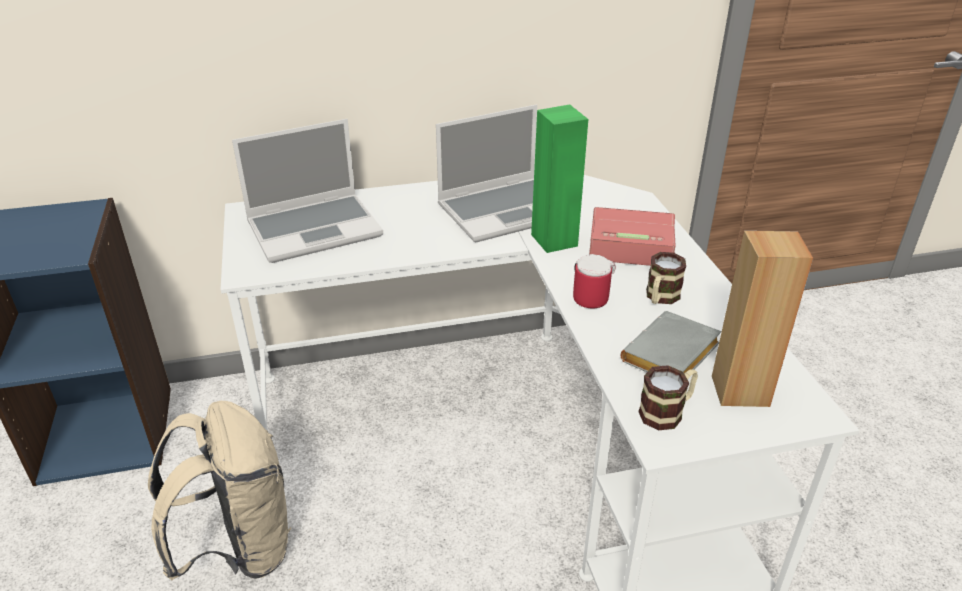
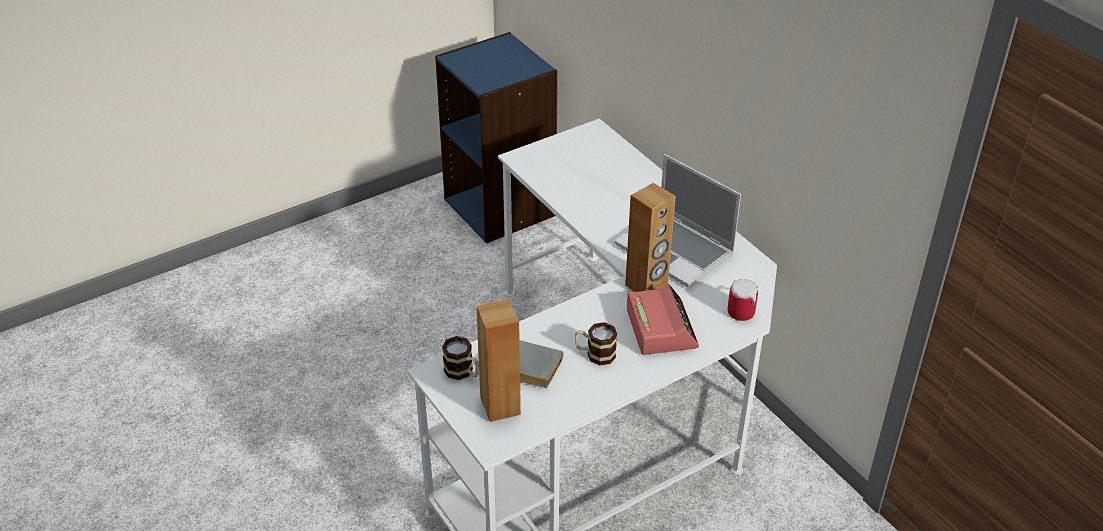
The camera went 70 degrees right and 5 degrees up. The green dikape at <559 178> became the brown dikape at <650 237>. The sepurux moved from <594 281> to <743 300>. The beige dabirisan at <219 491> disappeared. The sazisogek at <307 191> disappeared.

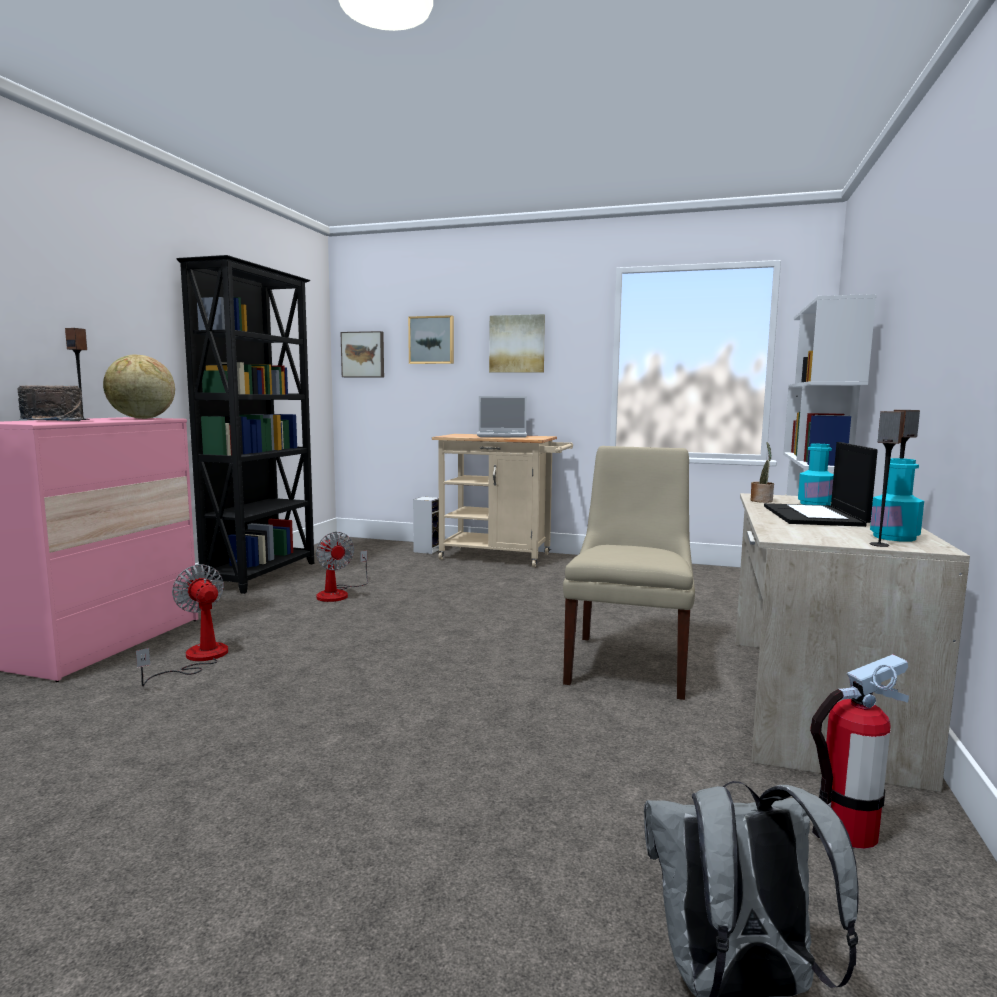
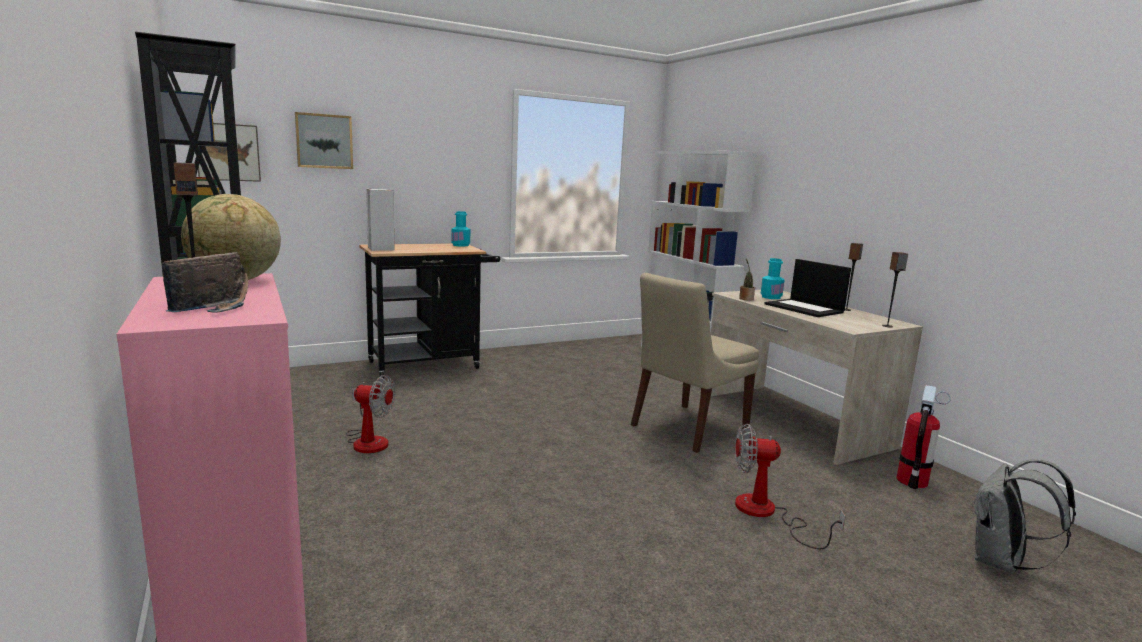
The camera went 45 degrees left and 5 degrees up. The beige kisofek at <502 501> became the black kisofek at <429 311>. The dikape moved from <426 525> to <380 220>. The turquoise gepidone moved from <897 500> to <461 229>. The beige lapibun at <629 573> turned 105 degrees counterclockwise. The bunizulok moved from <182 625> to <790 486>. The sazisogek at <502 417> disappeared. The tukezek at <517 343> disappeared.

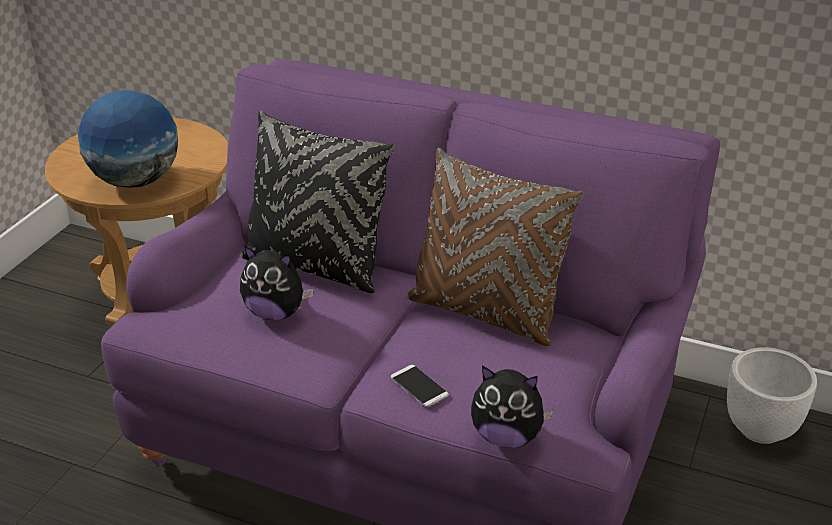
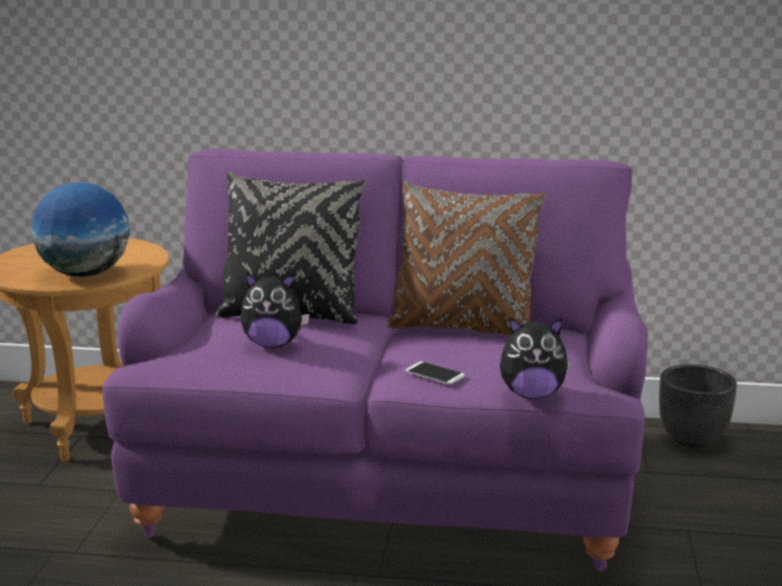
The camera went 15 degrees left and 15 degrees down. The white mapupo at <772 396> became the black mapupo at <698 406>.

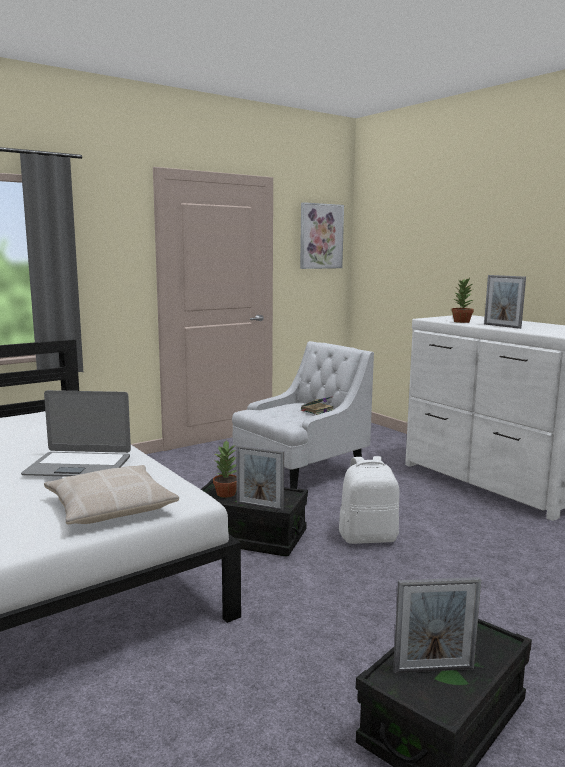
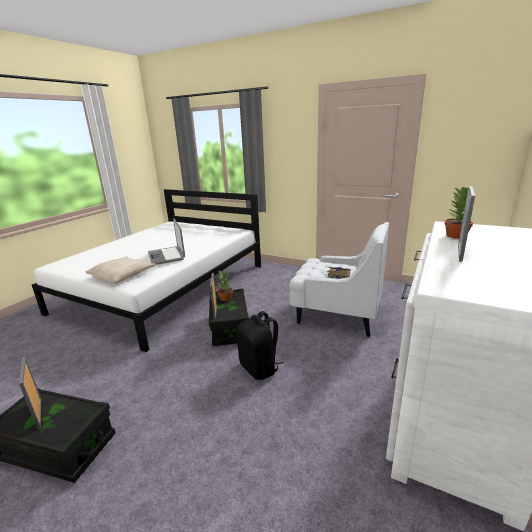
The camera went 65 degrees right and 10 degrees up. The white dabirisan at <369 500> became the black dabirisan at <260 345>. The tukezek at <322 235> disappeared.

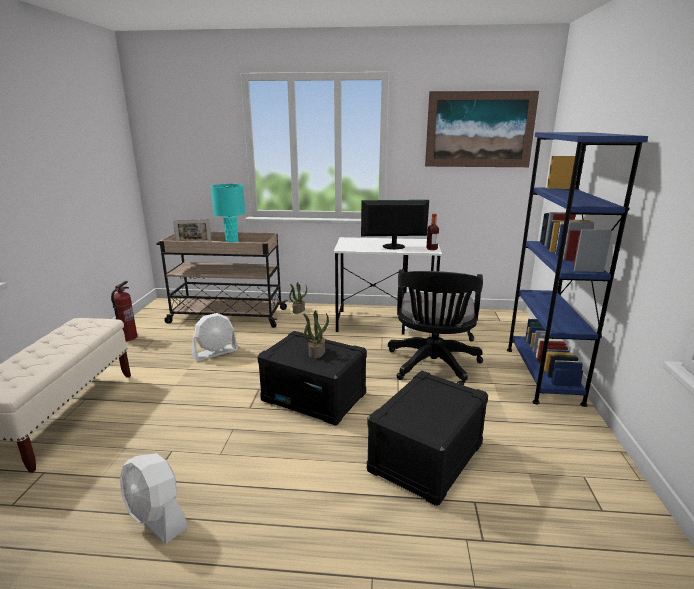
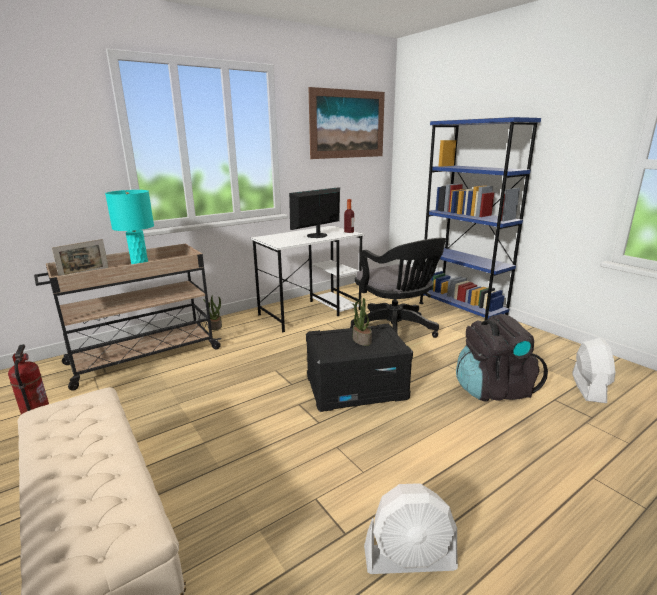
The camera went 40 degrees left and 0 degrees up. The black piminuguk at <427 438> was replaced by the black dabirisan at <502 358>. The white bunizulok moved from <214 337> to <594 370>.

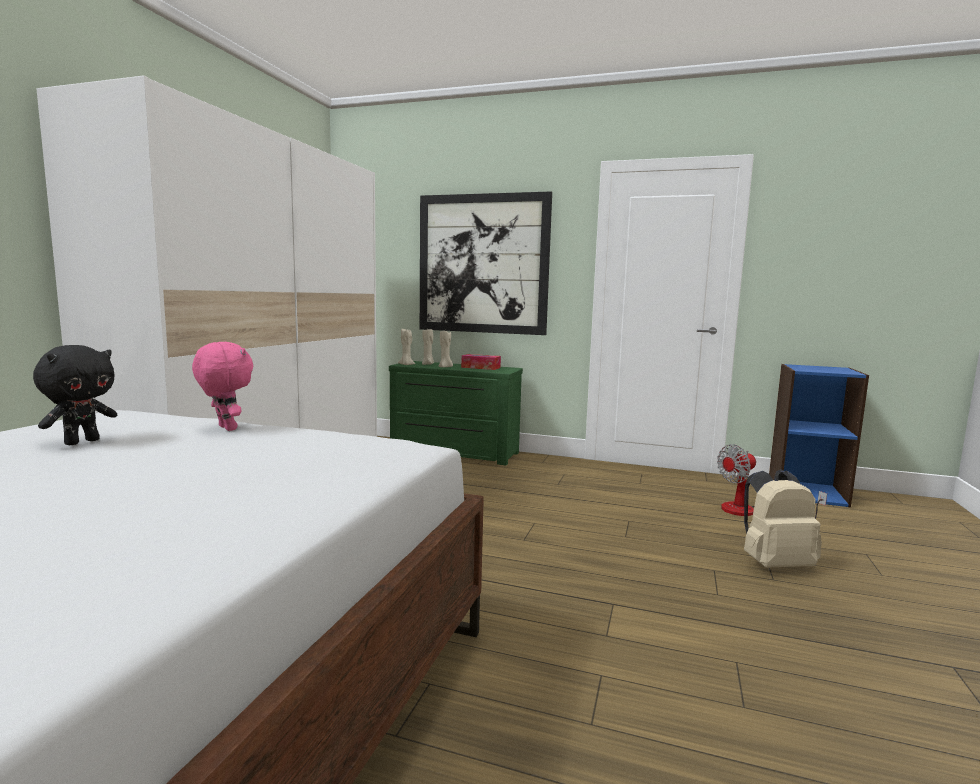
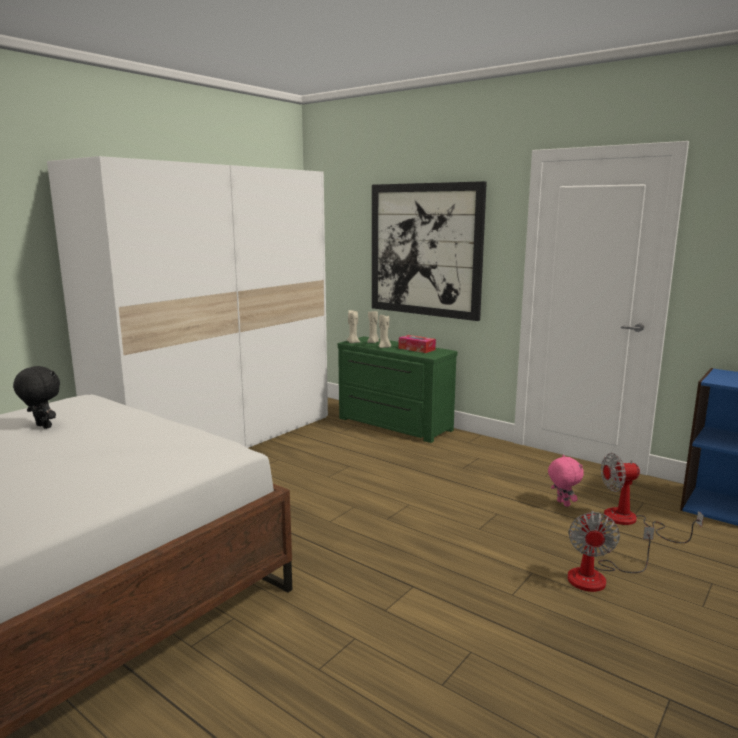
The camera went 20 degrees right and 5 degrees up. The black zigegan at <75 395> turned 105 degrees counterclockwise. The pink zigegan moved from <222 386> to <566 481>. The beige dabirisan at <783 518> was replaced by the bunizulok at <611 551>.

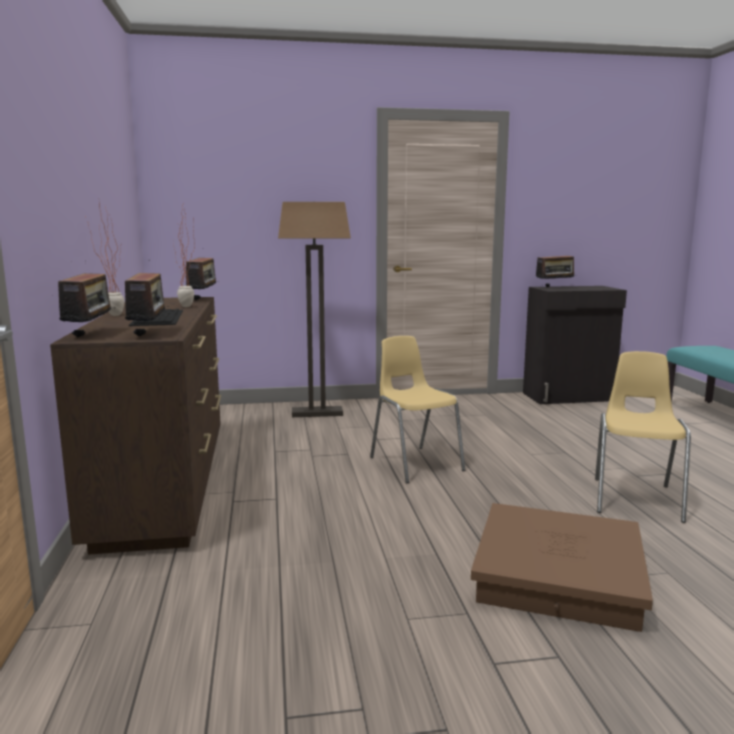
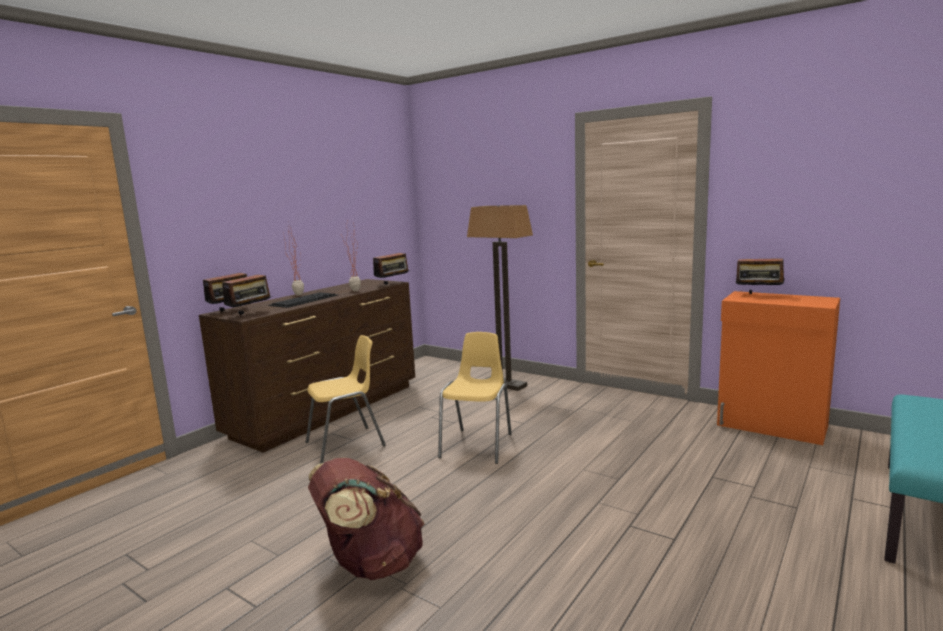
The camera went 45 degrees right and 0 degrees up. The yellow lapibun moved from <643 437> to <346 399>. The brown piminuguk at <562 567> was replaced by the brown dabirisan at <366 519>. The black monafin at <575 345> became the orange monafin at <778 368>.

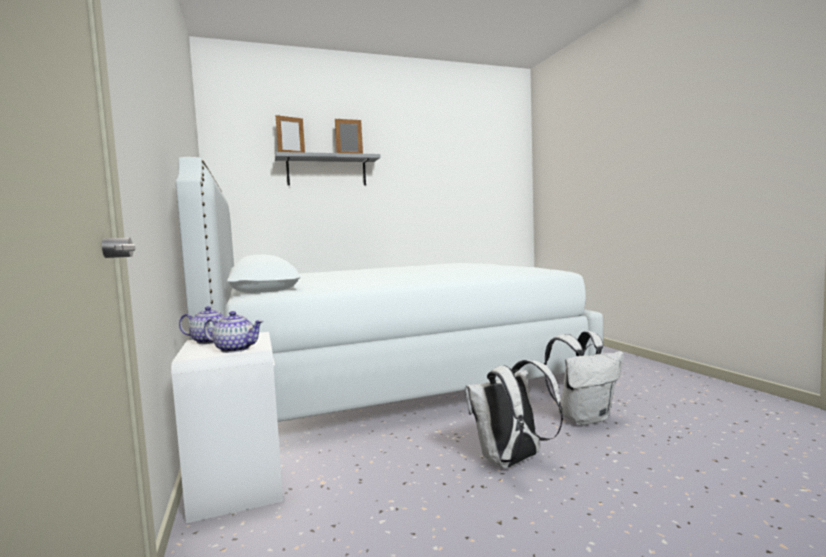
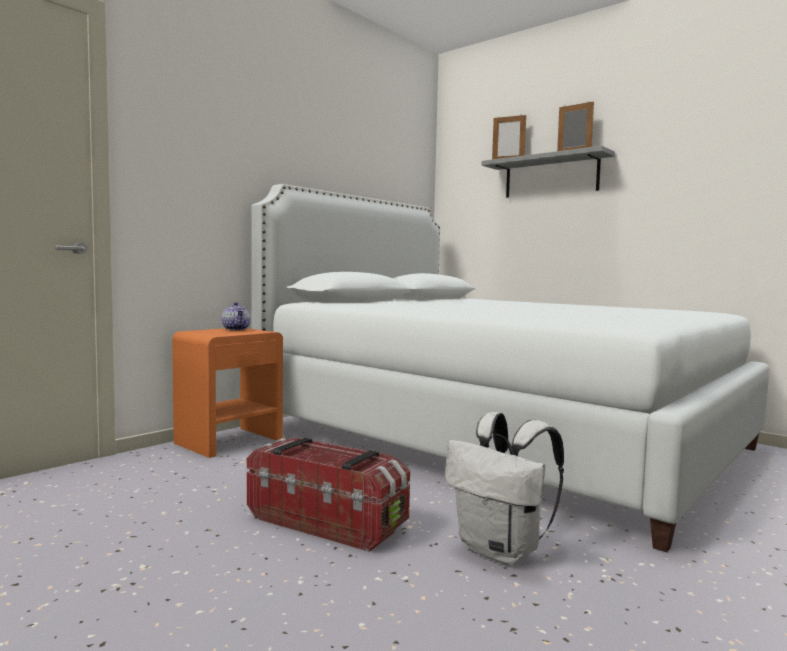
The camera went 60 degrees right and 0 degrees up. The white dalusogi at <227 428> became the orange dalusogi at <227 393>. The white dabirisan at <514 414> was replaced by the piminuguk at <328 495>. The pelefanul at <234 332> disappeared.

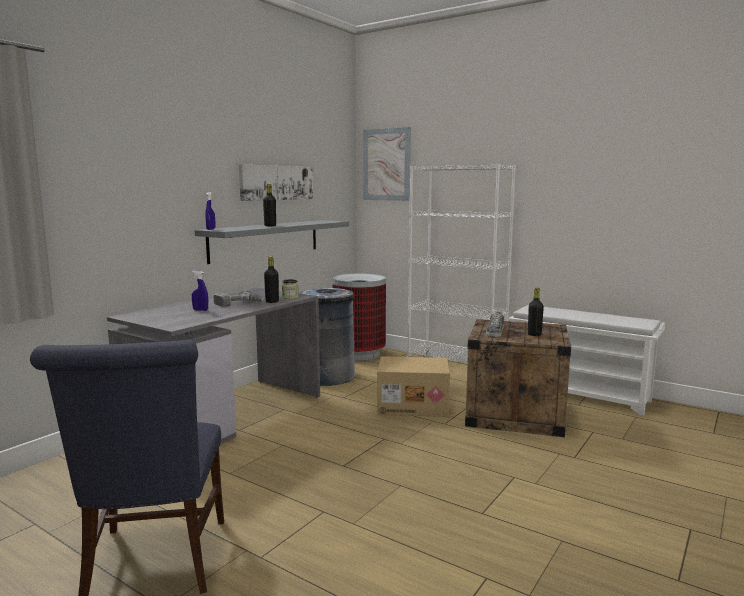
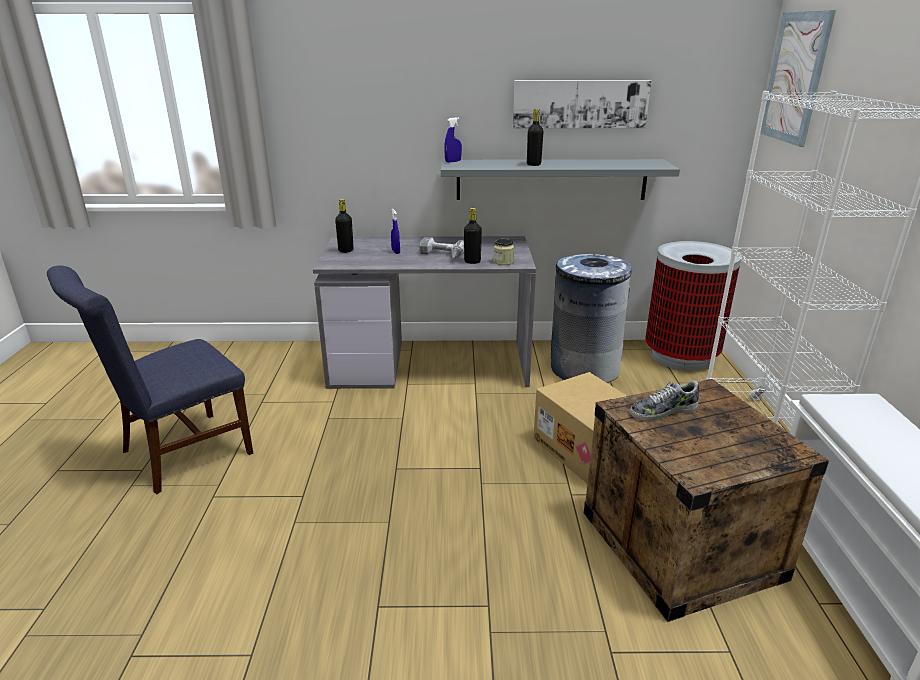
The camera went 55 degrees right and 15 degrees up. The black gepidone moved from <536 312> to <344 226>.

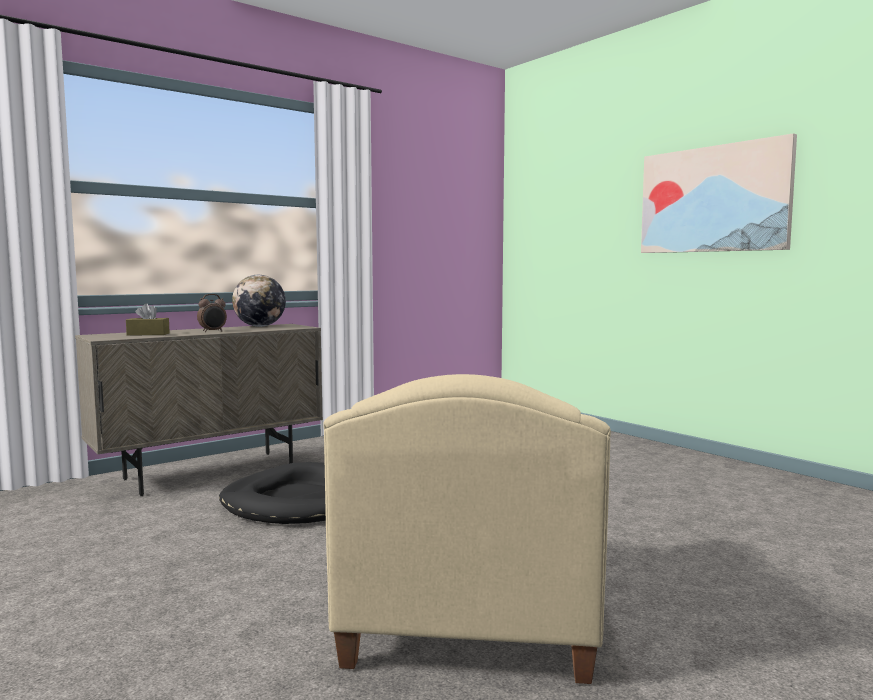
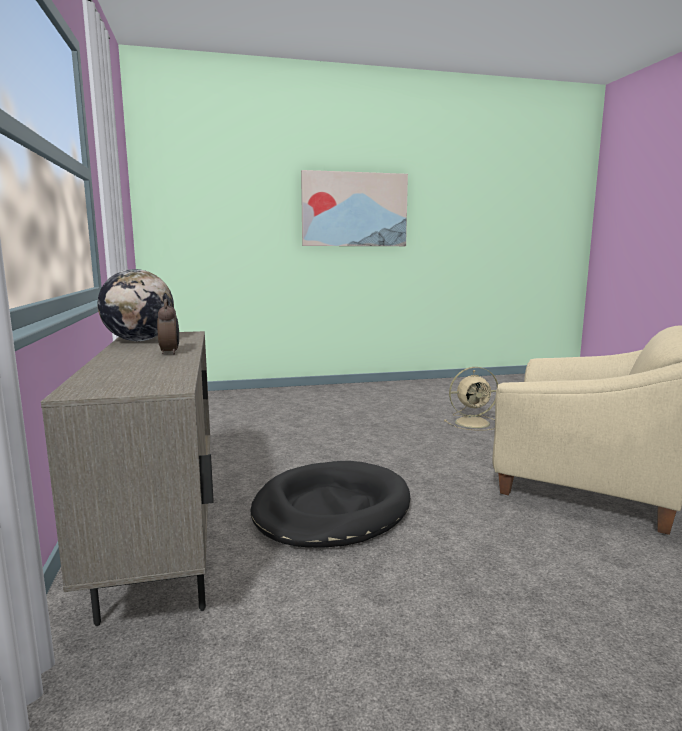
The camera went 65 degrees left and 5 degrees up. The beige bunizulok at <471 399> appeared. The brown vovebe at <148 319> disappeared.

